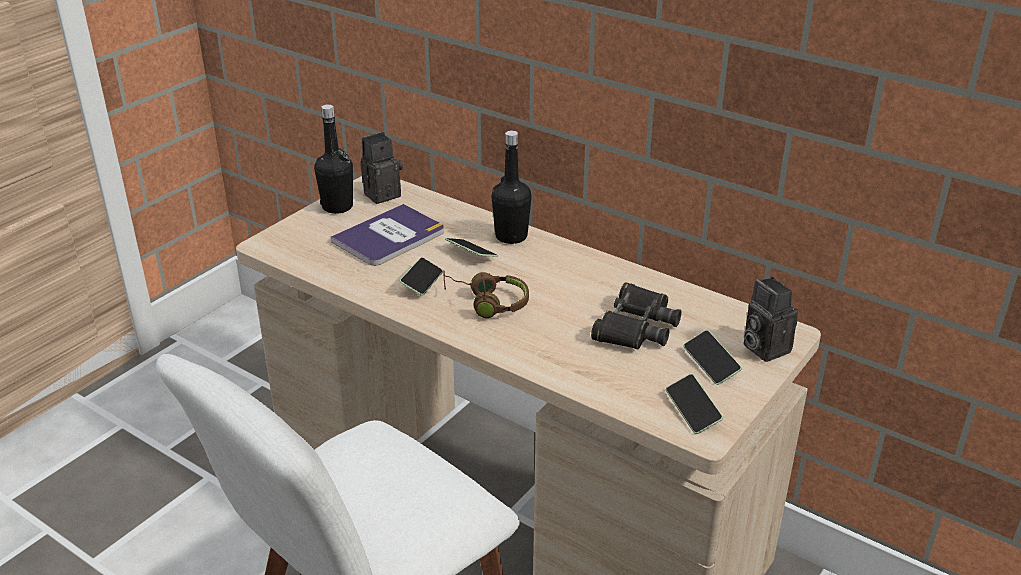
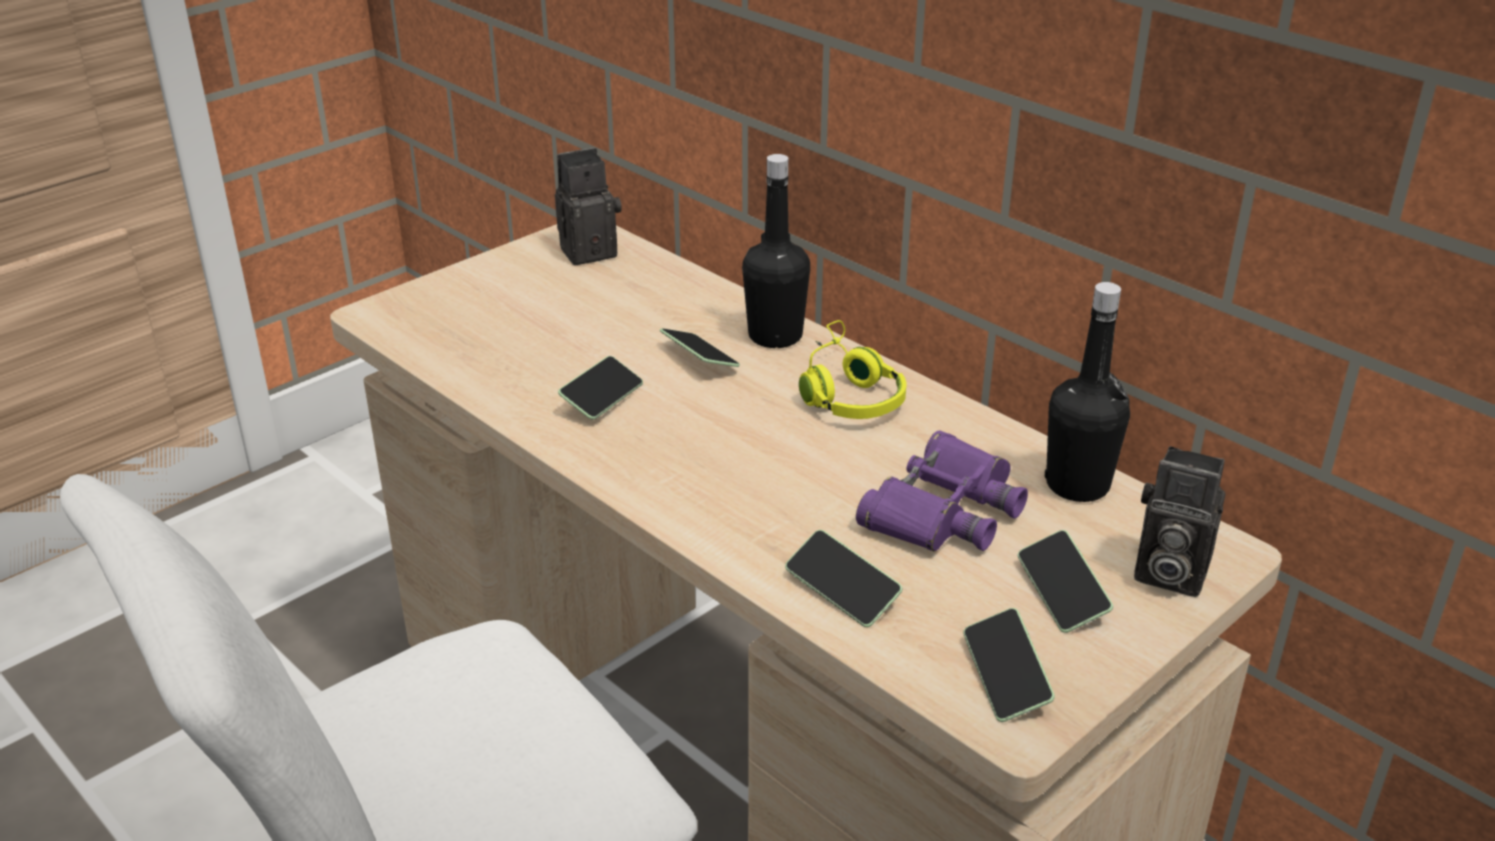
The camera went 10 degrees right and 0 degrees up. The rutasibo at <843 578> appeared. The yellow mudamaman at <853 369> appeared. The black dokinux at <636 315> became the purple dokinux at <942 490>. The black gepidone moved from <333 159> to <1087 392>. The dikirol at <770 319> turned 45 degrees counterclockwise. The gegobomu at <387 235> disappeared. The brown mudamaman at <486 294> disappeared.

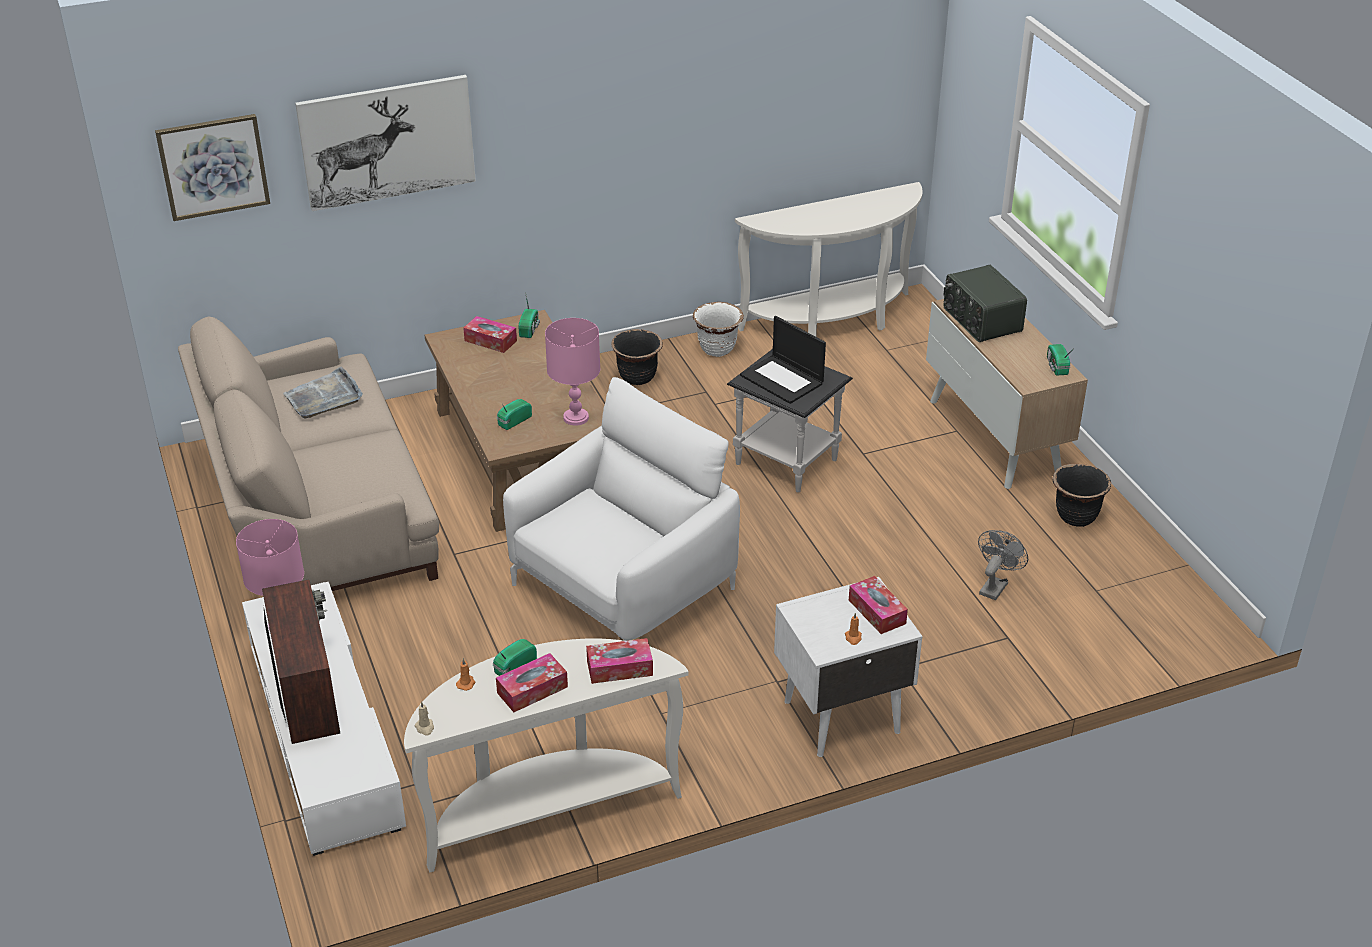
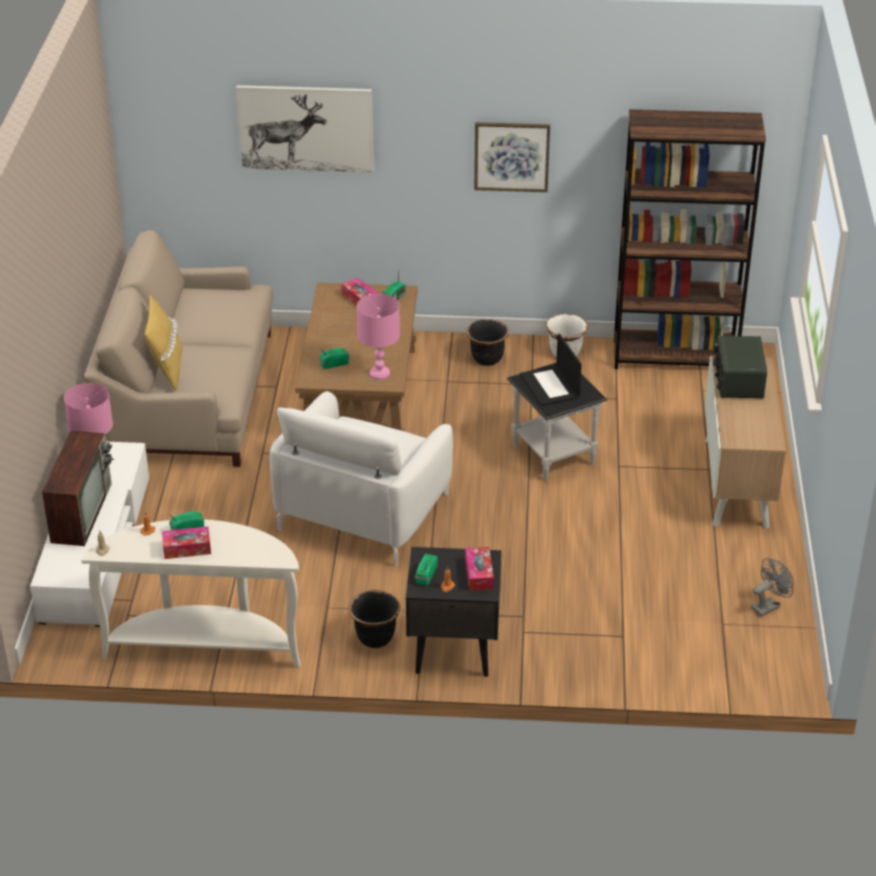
The camera went 25 degrees right and 0 degrees up. The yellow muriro at <163 343> appeared. The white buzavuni at <621 509> turned 135 degrees clockwise. The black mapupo moved from <1082 495> to <374 619>. The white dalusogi at <848 667> became the black dalusogi at <453 612>. The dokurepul moved from <1060 360> to <426 570>. The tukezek moved from <212 167> to <512 157>. The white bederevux at <829 259> was replaced by the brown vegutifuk at <690 239>. The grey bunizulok moved from <1003 565> to <772 587>. The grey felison at <323 393> disappeared. The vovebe at <619 661> disappeared.

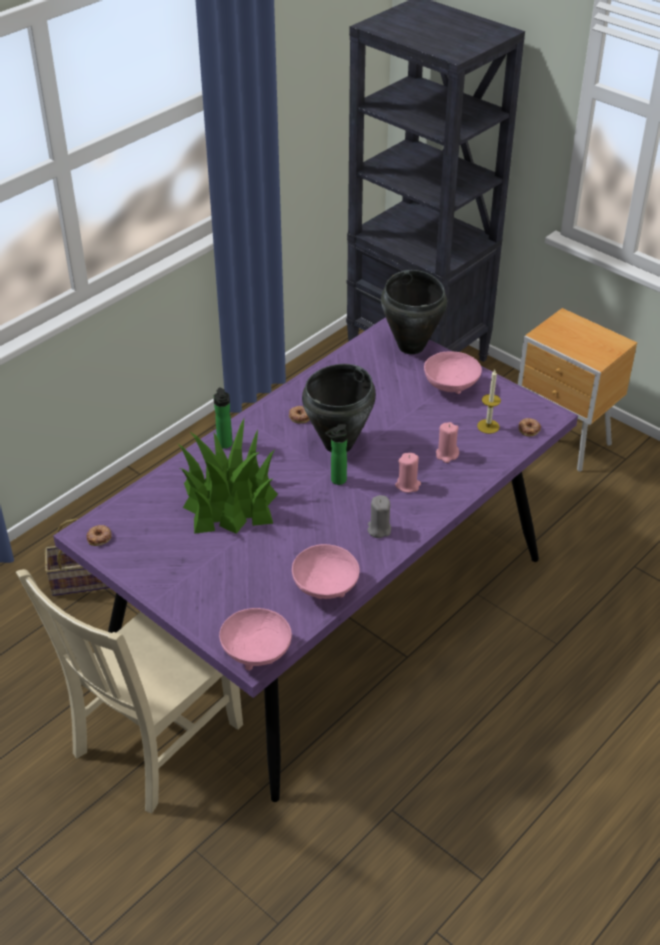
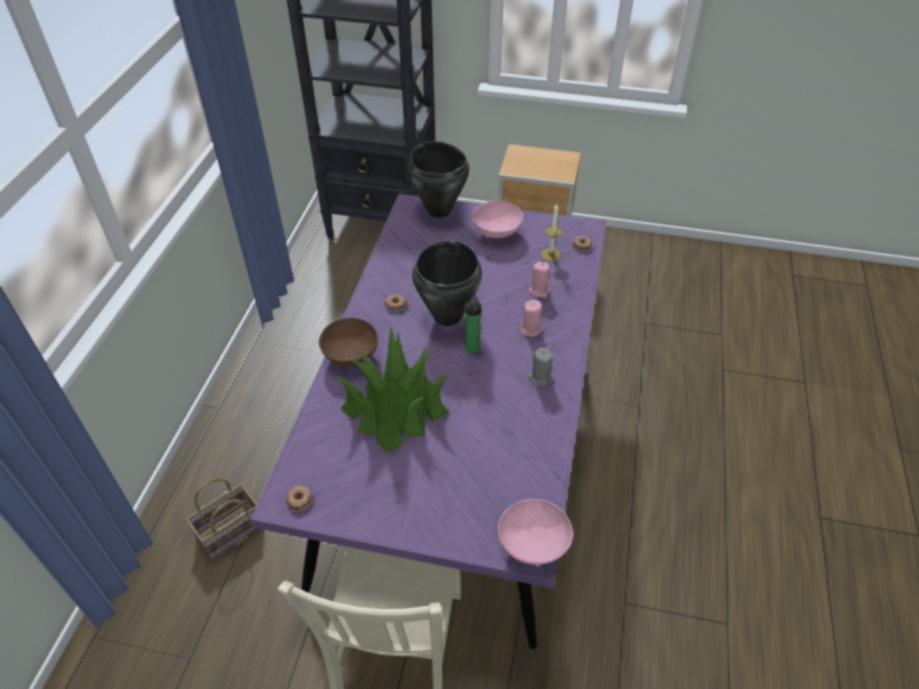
The camera went 30 degrees left and 5 degrees up. The gepidone at <223 418> was replaced by the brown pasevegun at <348 343>. The pink pasevegun at <325 571> disappeared.

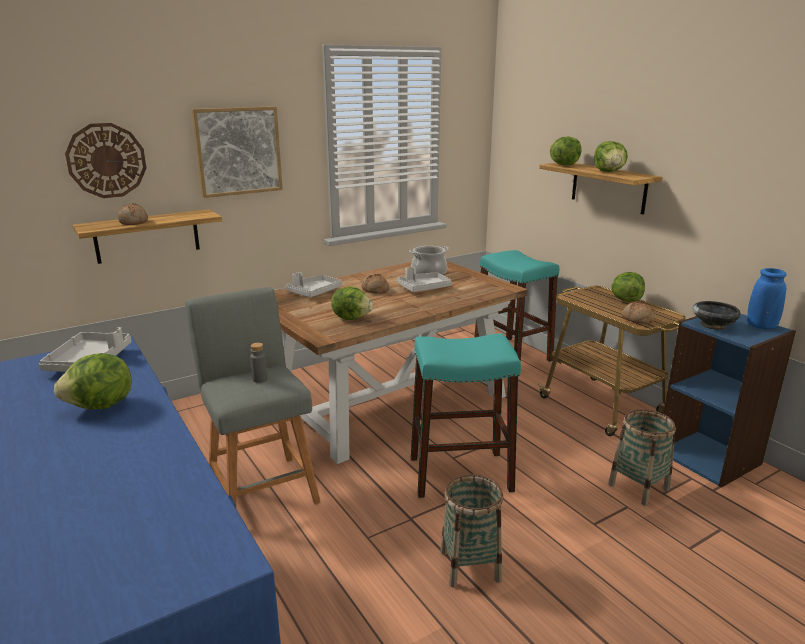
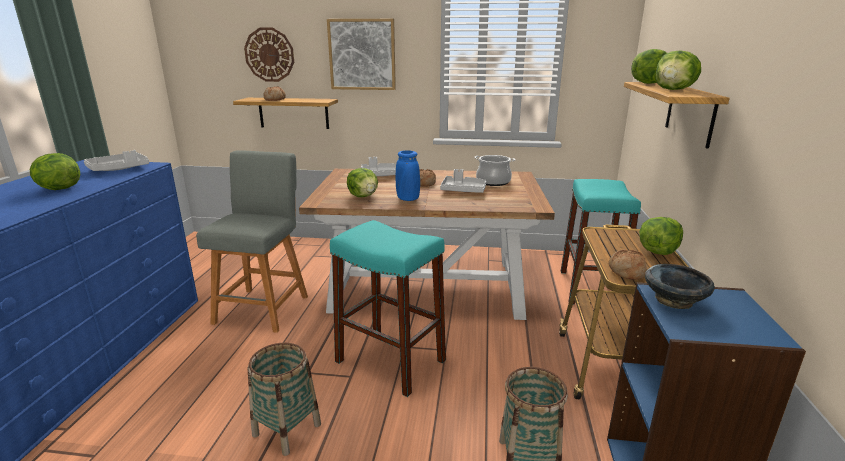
The camera went 40 degrees right and 0 degrees up. The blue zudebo moved from <767 298> to <407 175>. The grey gepidone at <258 363> disappeared.

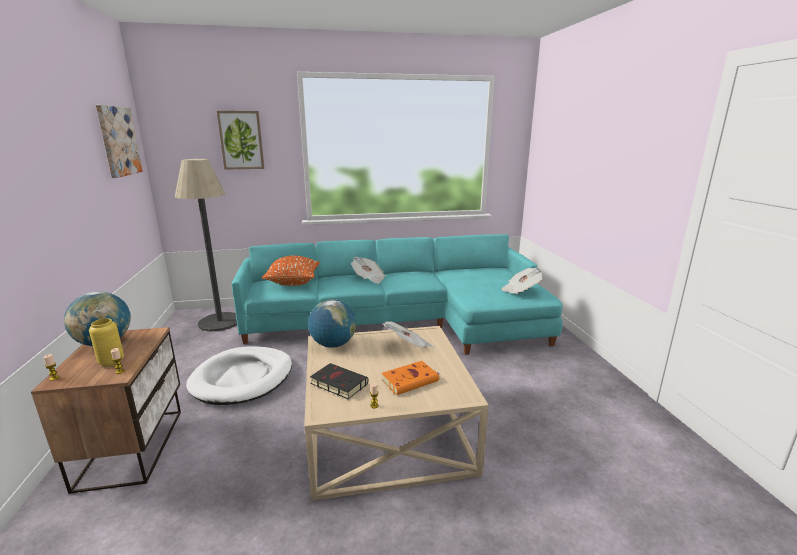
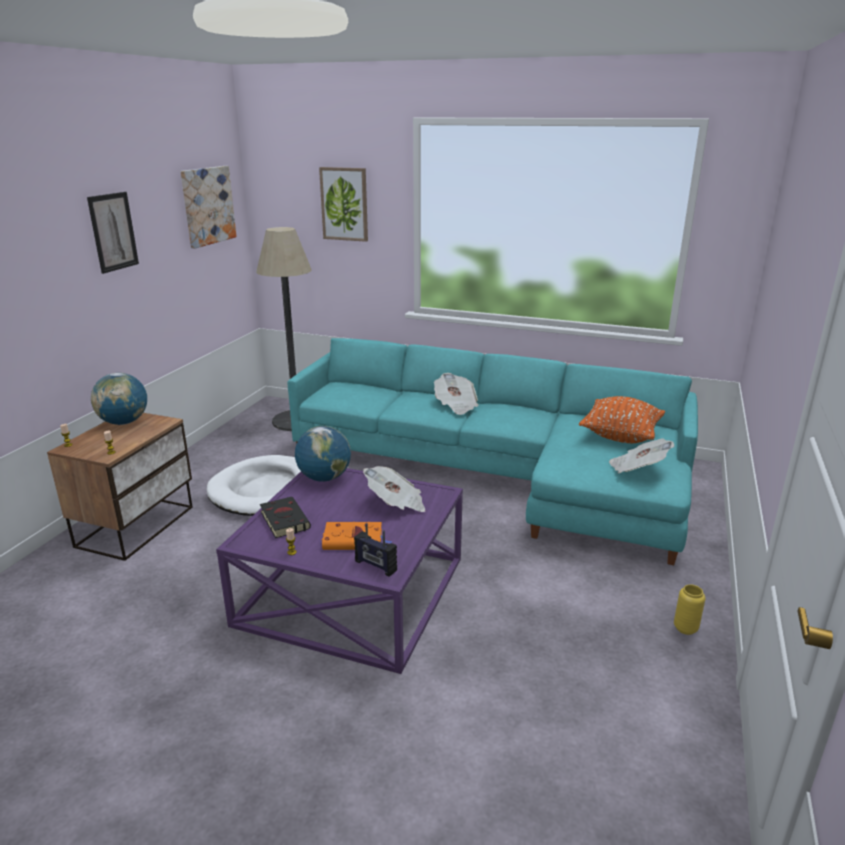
The camera went 30 degrees right and 5 degrees up. The tukezek at <113 233> appeared. The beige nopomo at <396 413> became the purple nopomo at <339 571>. The dokurepul at <375 550> appeared. The orange muriro moved from <291 271> to <622 419>. The yellow zudebo moved from <106 342> to <689 609>.

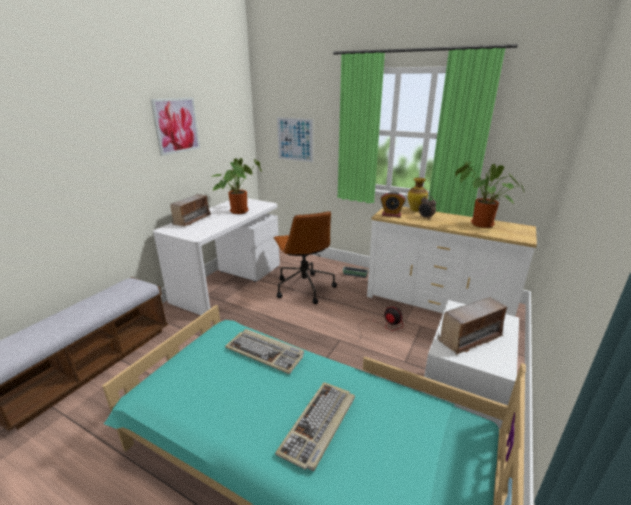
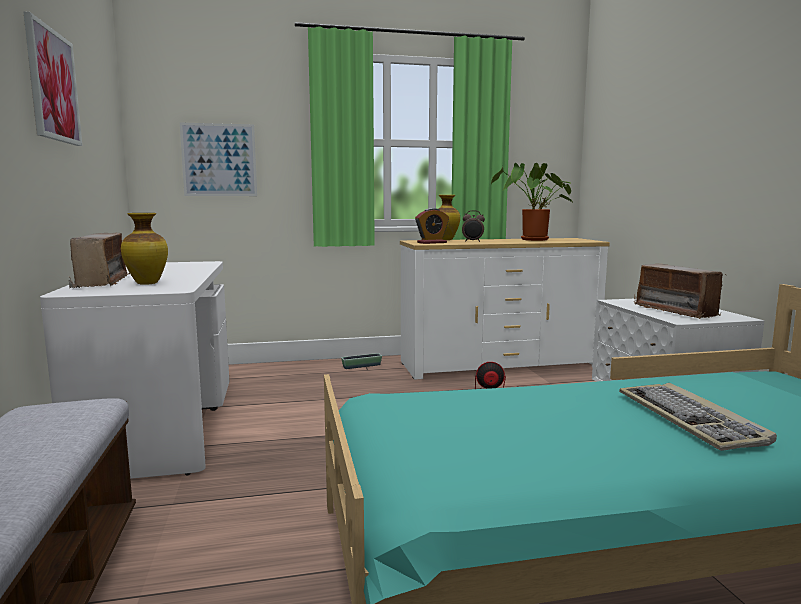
The camera went 40 degrees left and 15 degrees down. The zudebo at <144 249> appeared. The dokurepul at <472 326> turned 135 degrees clockwise. The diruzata at <236 186> disappeared. The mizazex at <264 351> disappeared. The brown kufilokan at <305 257> disappeared.

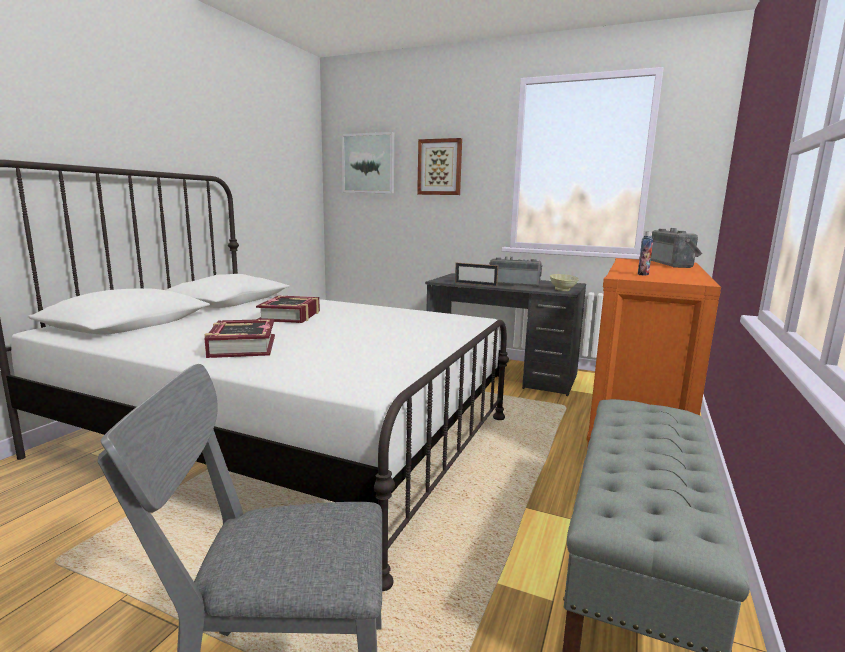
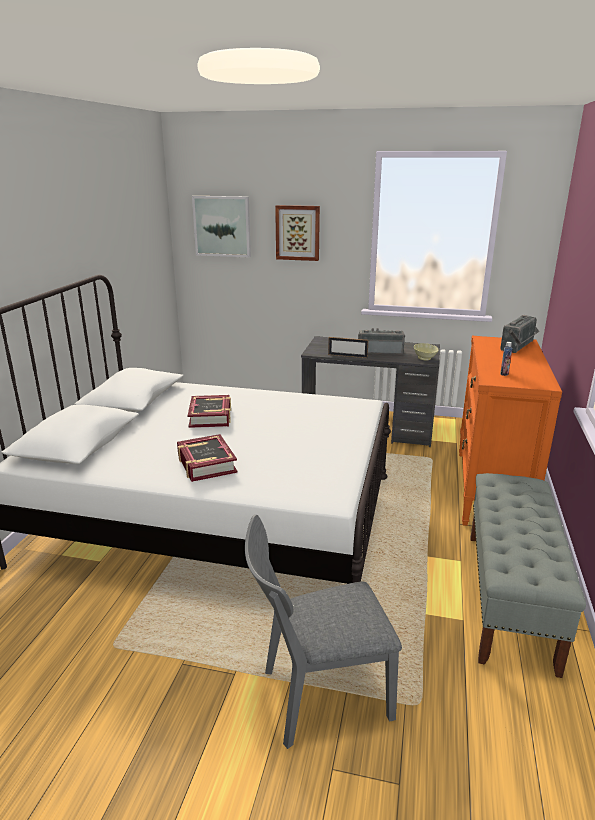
The camera went 10 degrees left and 10 degrees up. The dokurepul at <676 248> turned 45 degrees clockwise.

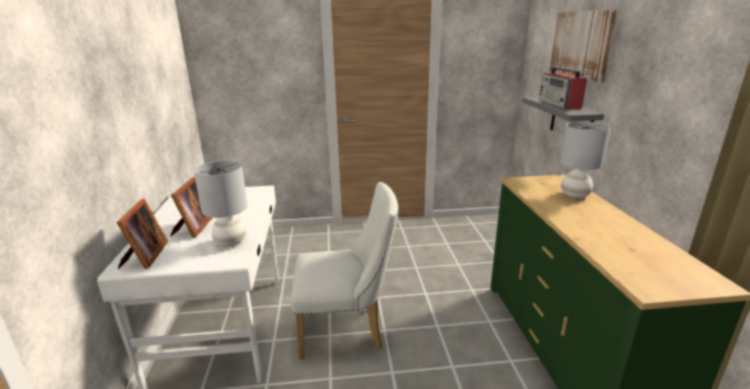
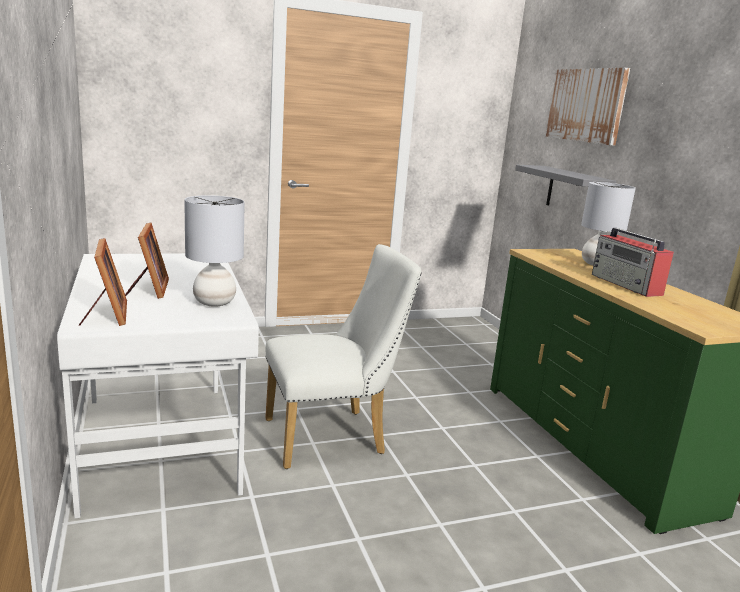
The camera went 15 degrees left and 5 degrees down. The dokurepul moved from <563 88> to <633 262>.

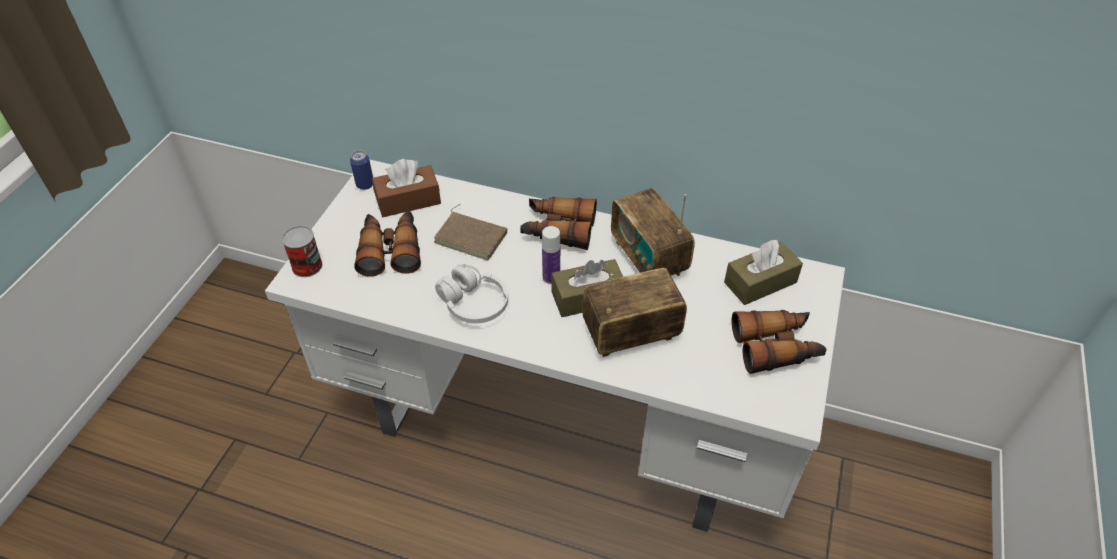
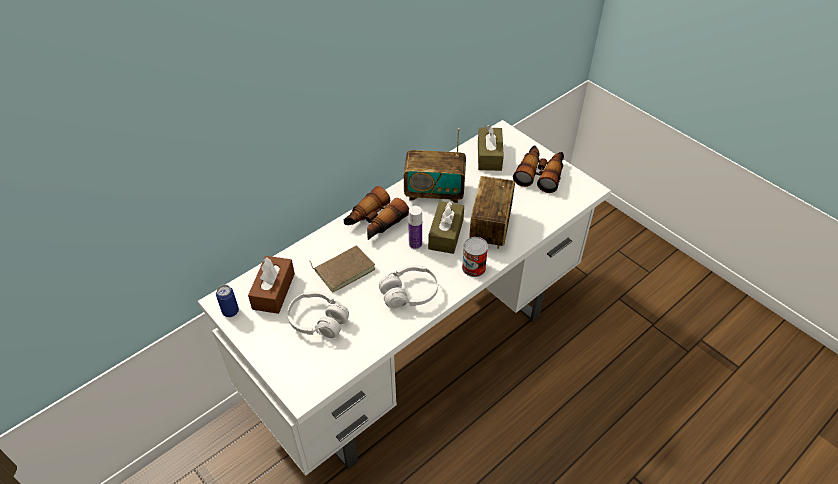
The camera went 60 degrees left and 0 degrees up. The dokinux at <387 244> was replaced by the white mudamaman at <318 314>. The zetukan moved from <302 251> to <475 257>.

